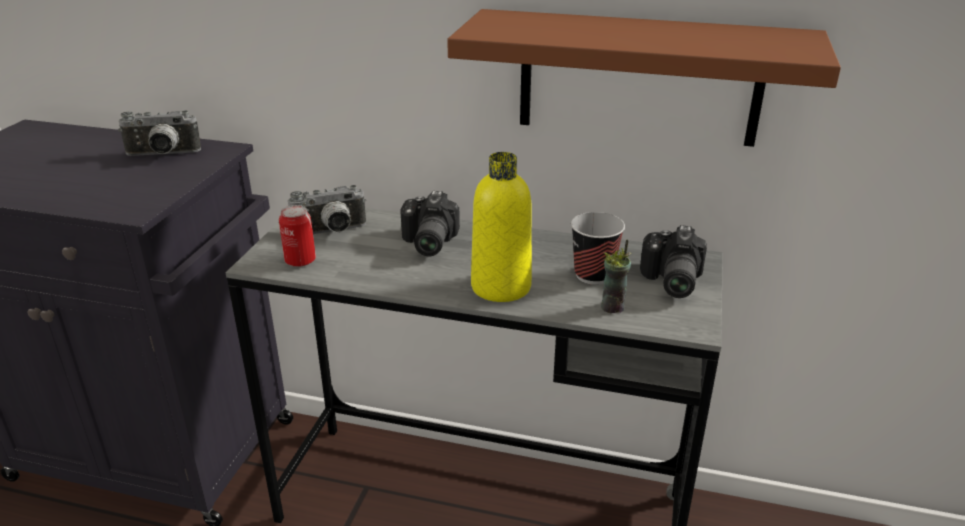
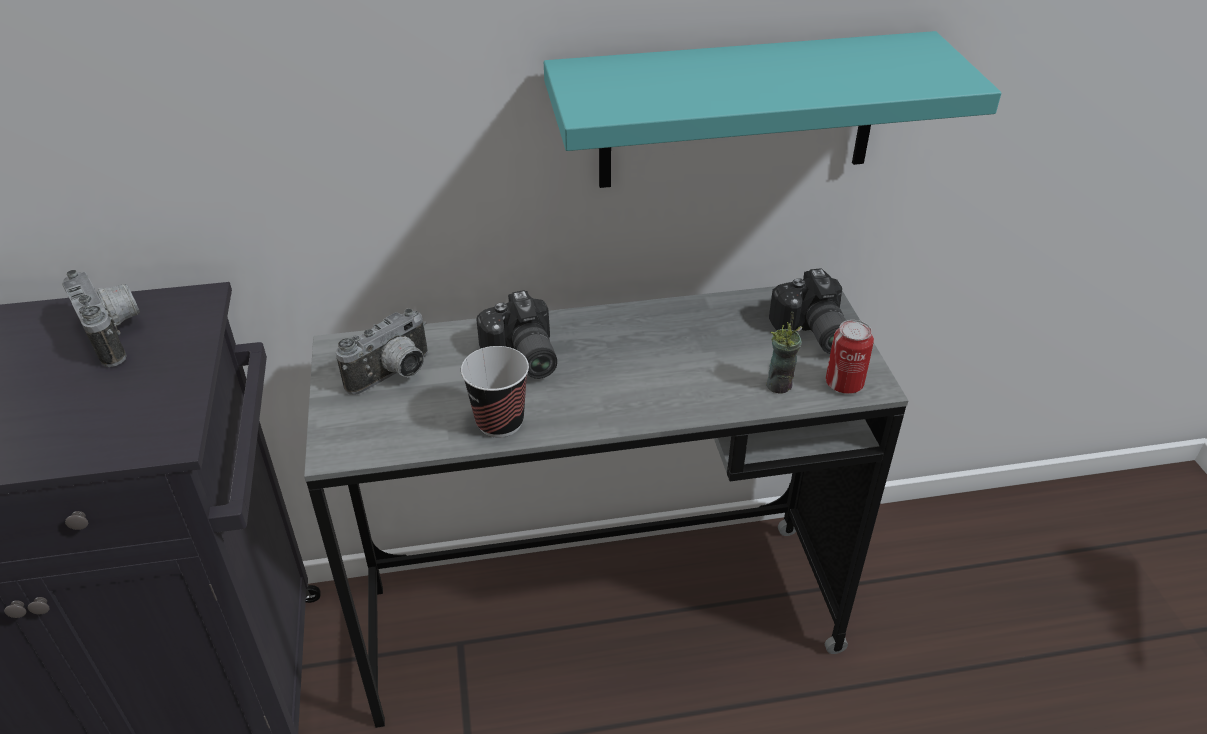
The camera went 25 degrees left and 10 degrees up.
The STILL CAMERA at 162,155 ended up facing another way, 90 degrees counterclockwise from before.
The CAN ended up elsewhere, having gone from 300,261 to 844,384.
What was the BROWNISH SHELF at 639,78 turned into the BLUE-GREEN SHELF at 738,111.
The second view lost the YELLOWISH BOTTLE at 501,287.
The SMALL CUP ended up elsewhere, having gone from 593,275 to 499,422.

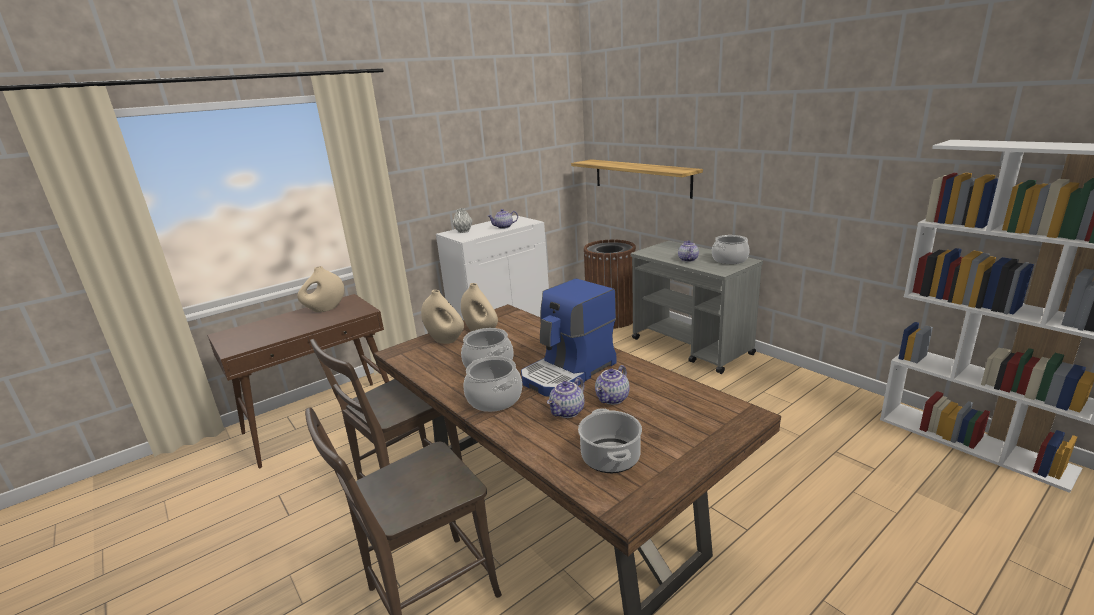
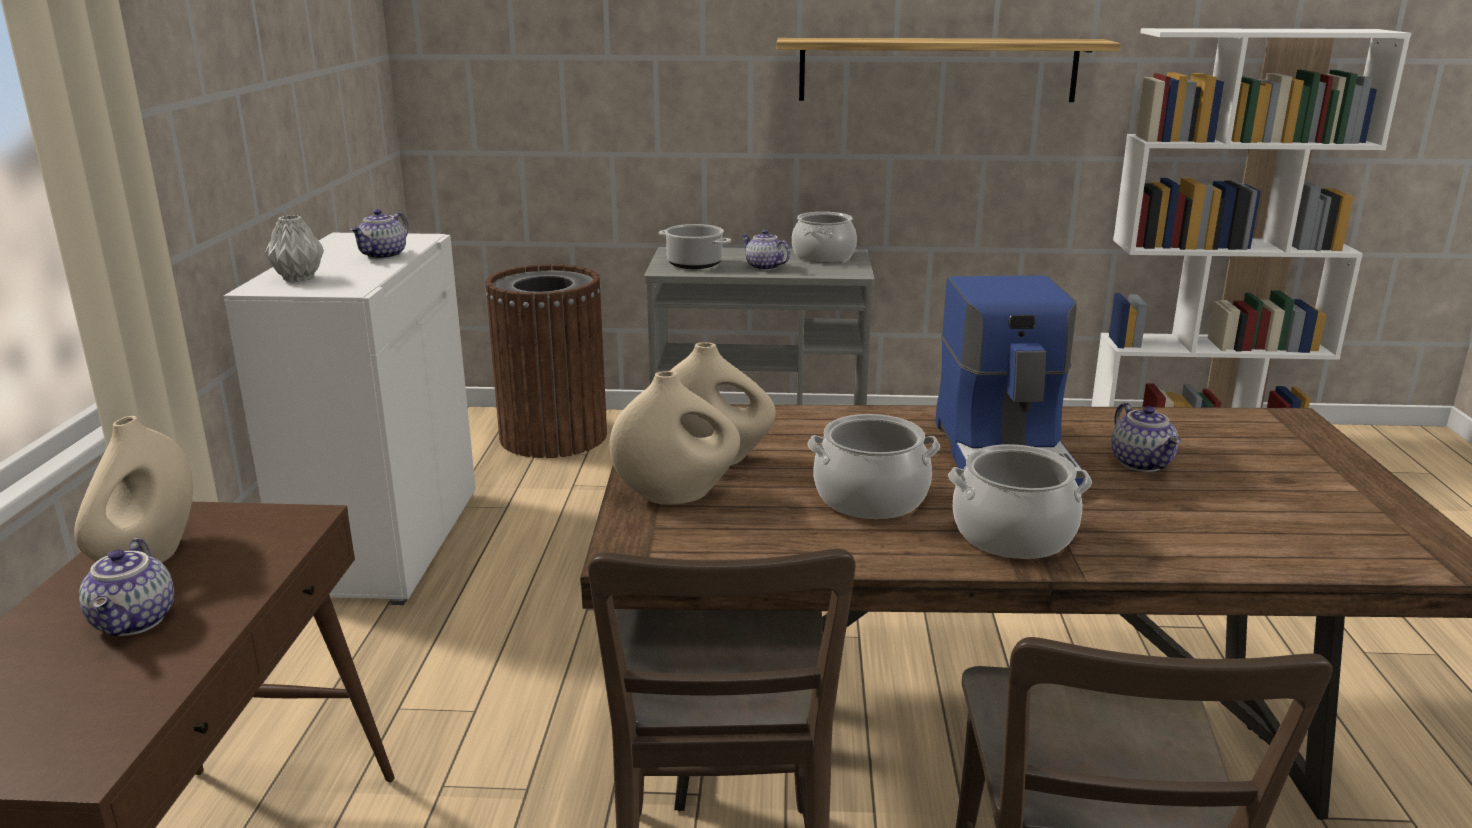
The camera went 50 degrees left and 0 degrees up.
The TEA POT ended up elsewhere, having gone from 568,412 to 136,621.
The SHELF ended up elsewhere, having gone from 641,177 to 937,70.
The COOKING POT ended up elsewhere, having gone from 610,457 to 693,264.

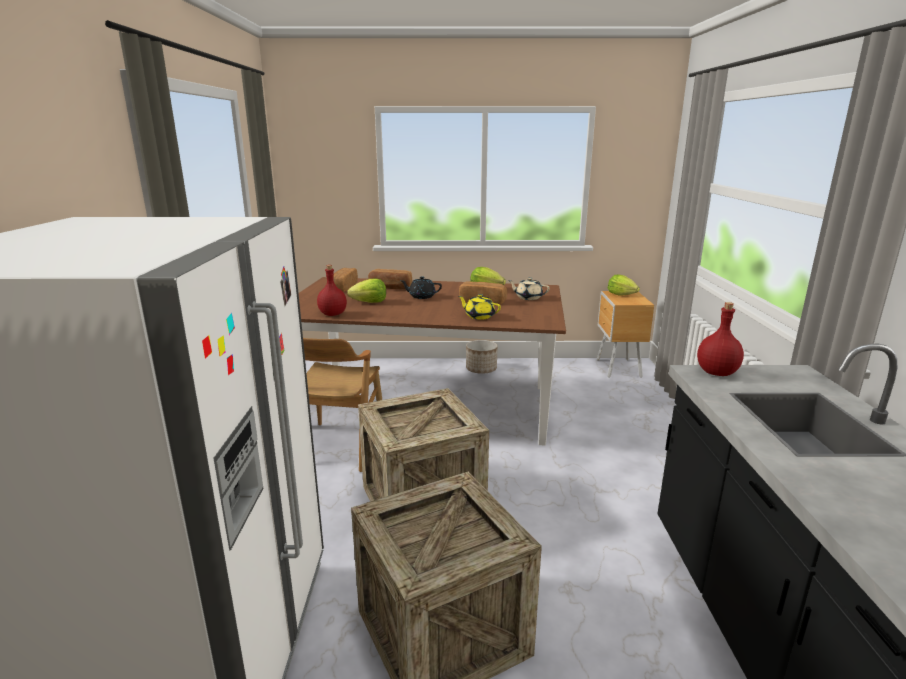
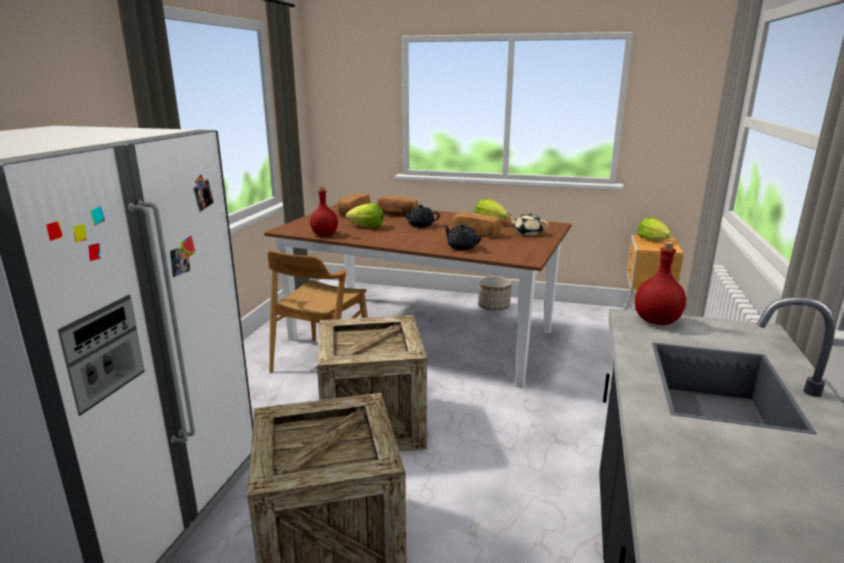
The camera went 15 degrees right and 0 degrees up.
What was the YELLOWISH TEA POT at 479,316 turned into the BLACK-COLOURED TEA POT at 461,247.

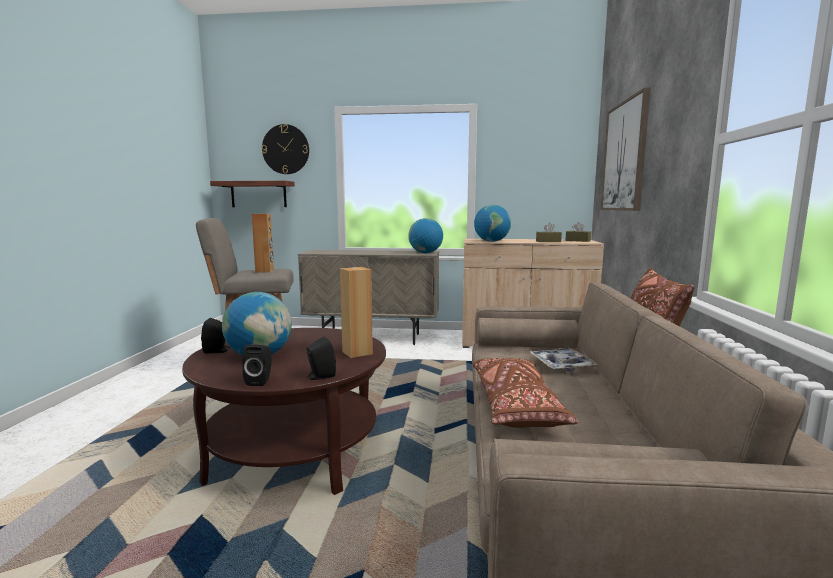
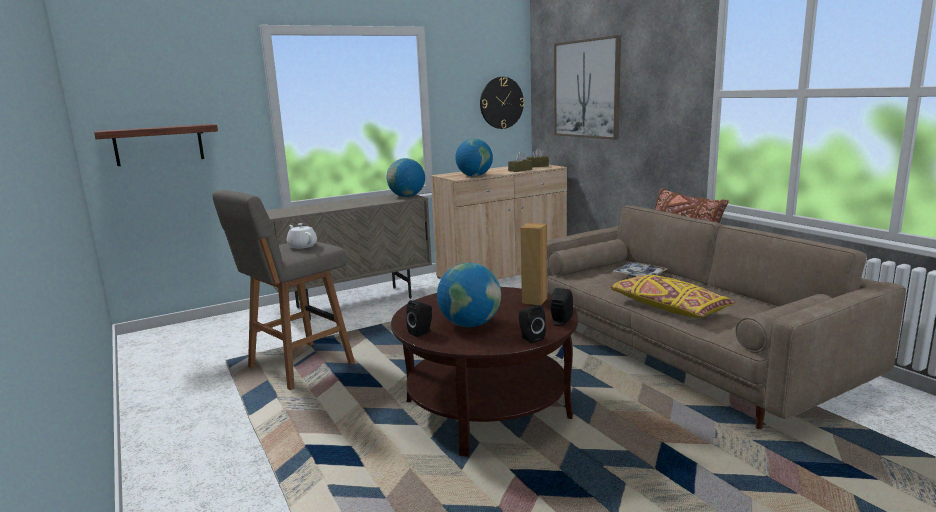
The camera went 35 degrees left and 5 degrees up.
Where the BROWNISH LOUDSPEAKER stood at 265,271, the WHITE-COLOURED TEA POT came to stand at 302,246.
The HANGING CLOCK ended up elsewhere, having gone from 285,149 to 501,103.
What was the BROWNISH THROW PILLOW at 515,405 turned into the YELLOWISH THROW PILLOW at 668,307.

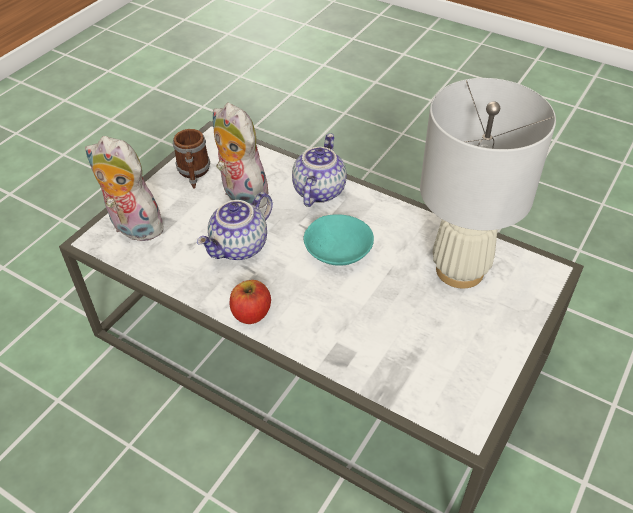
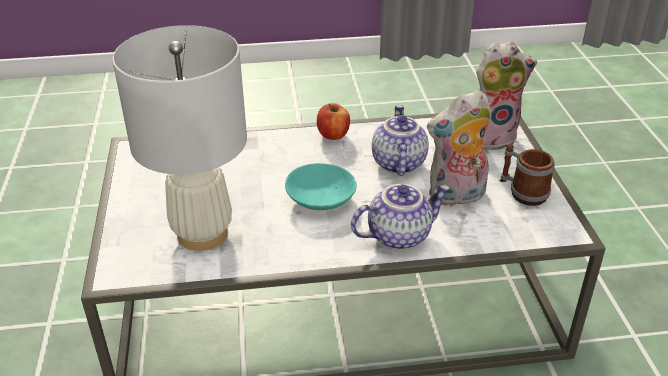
The camera went 140 degrees right and 10 degrees down.
The CUDDLY TOY at 241,195 ended up facing another way, 150 degrees clockwise from before.
The TEA POT at 318,190 ended up facing another way, 90 degrees counterclockwise from before.

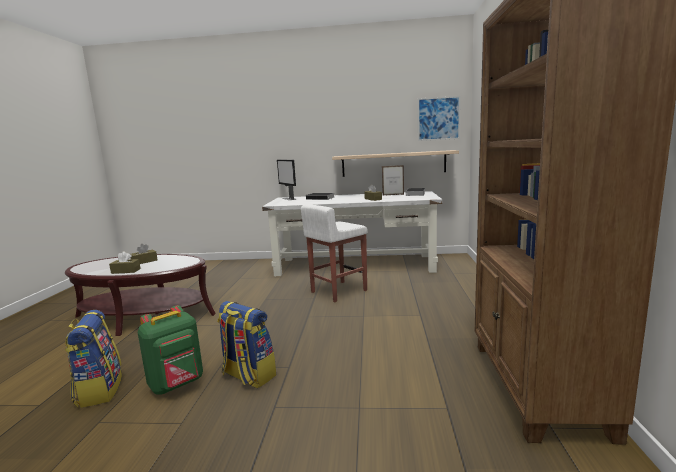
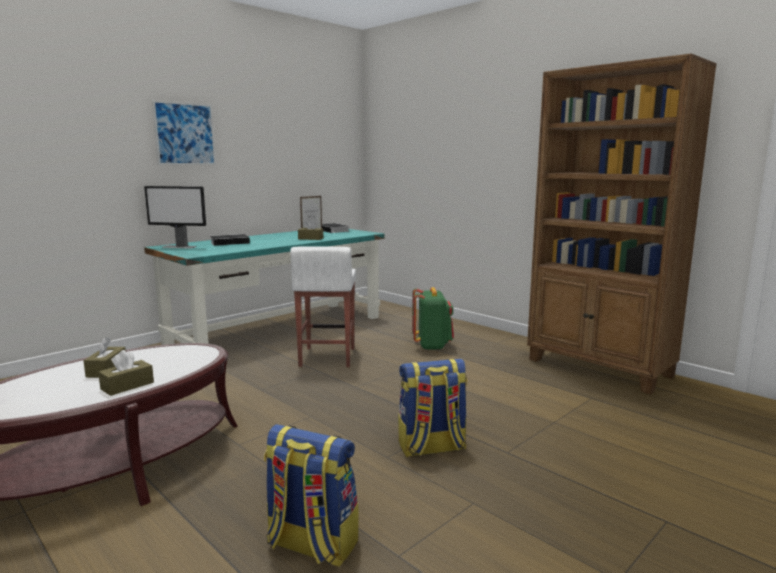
The camera went 50 degrees left and 0 degrees up.
The GREENISH RUCKSACK ended up elsewhere, having gone from 177,384 to 432,346.
What was the WHITE-COLOURED DESK TABLE at 355,265 turned into the BLUE-GREEN DESK TABLE at 279,329.
The second view lost the SHELF at 393,163.
The PICTURE ended up elsewhere, having gone from 438,118 to 185,134.

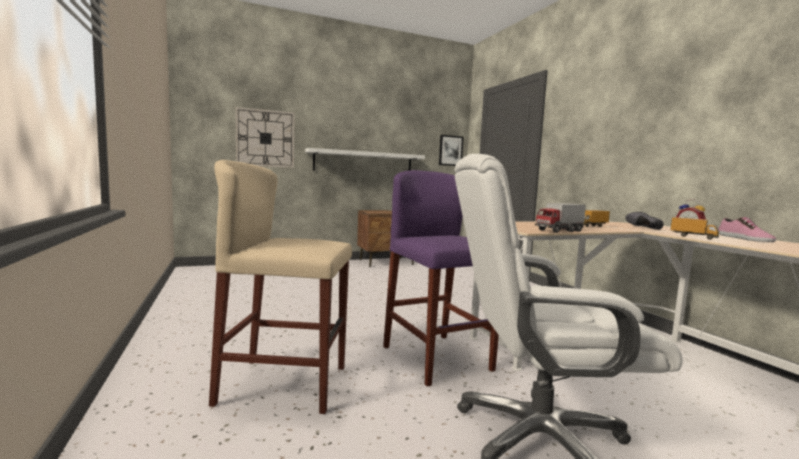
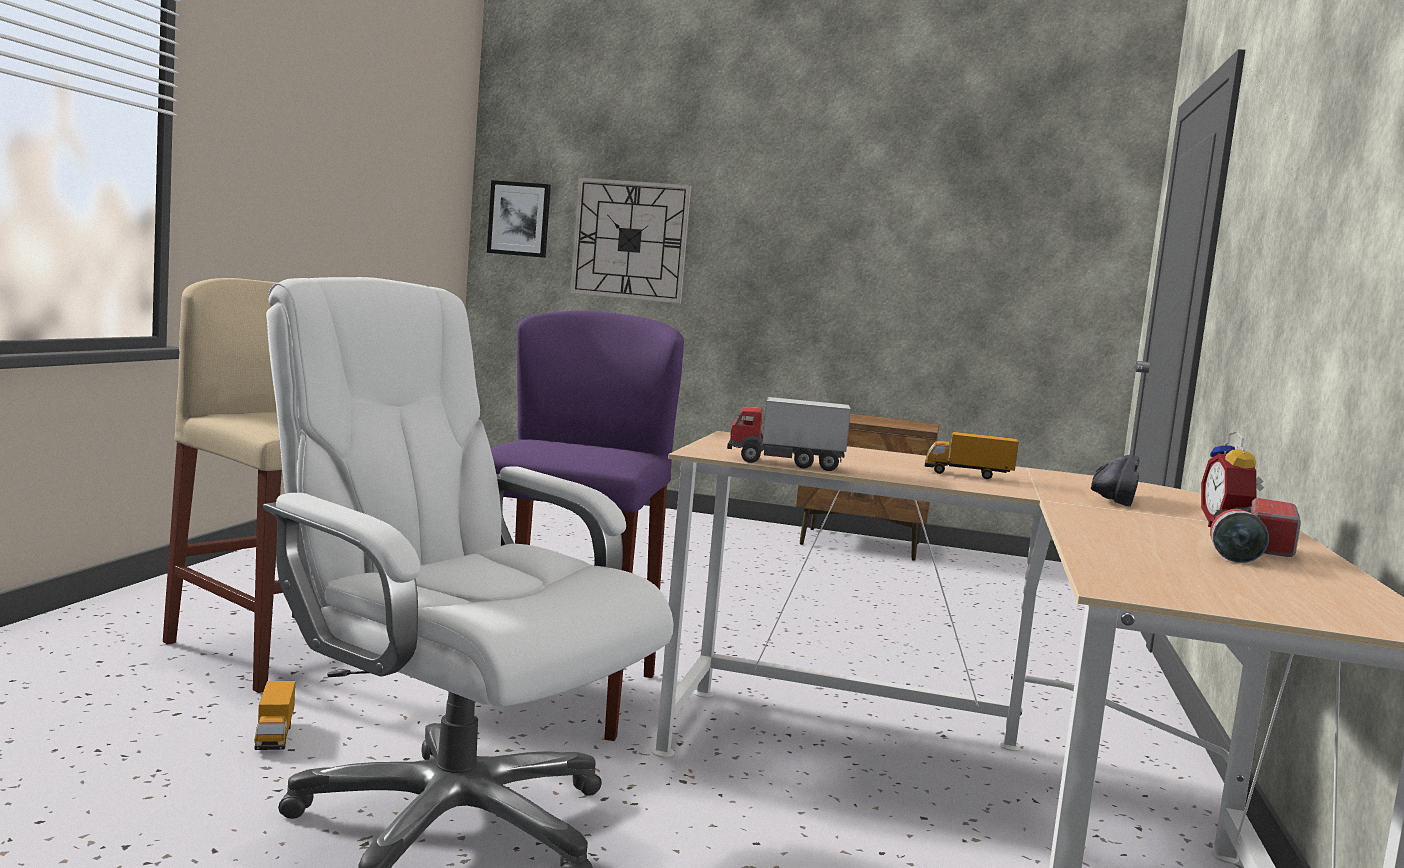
The camera went 35 degrees right and 0 degrees up.
The second view lost the WHITE-COLOURED SHELF at 364,162.
The PICTURE ended up elsewhere, having gone from 450,150 to 519,219.
The MODEL TRUCK ended up elsewhere, having gone from 693,237 to 274,736.
Where the ITEM OF FOOTWEAR stood at 744,238, the FLASHLIGHT came to stand at 1248,552.

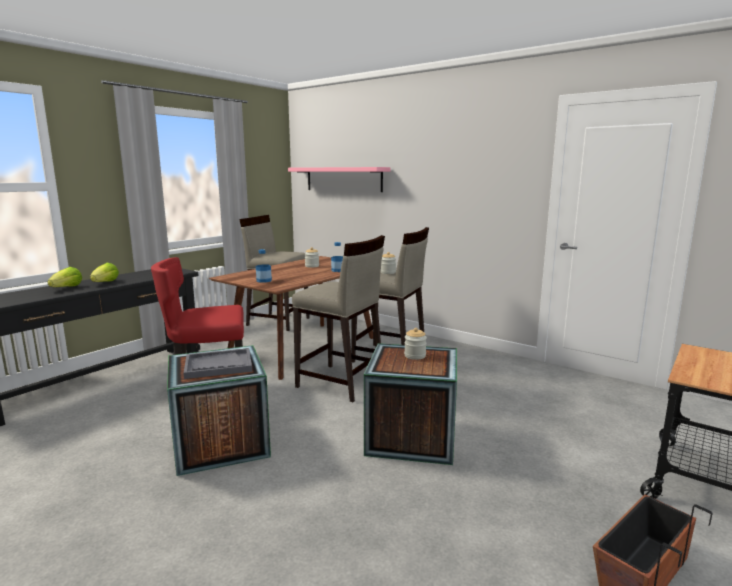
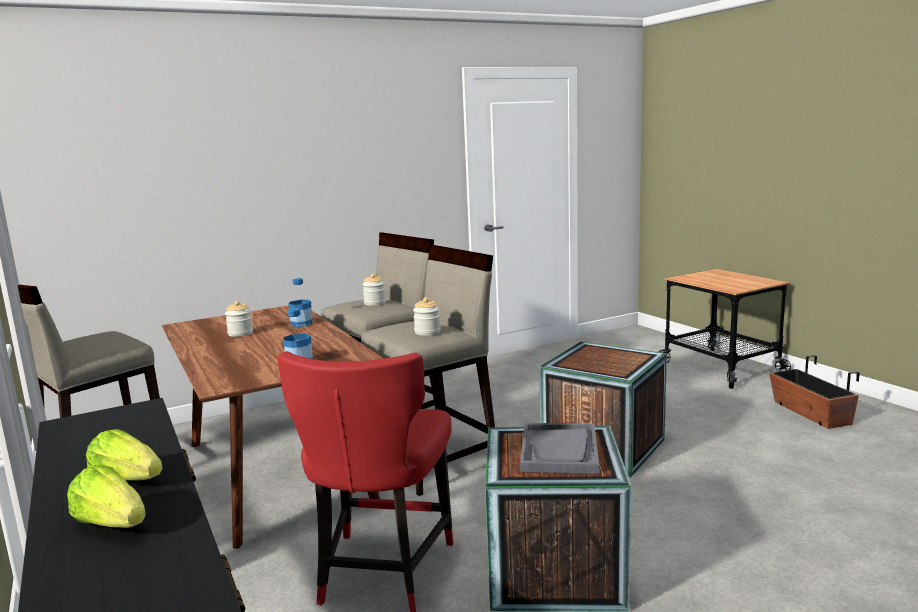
The camera went 65 degrees left and 0 degrees up.
The second view lost the PINK-COLOURED SHELF at 343,179.
The JAR ended up elsewhere, having gone from 415,356 to 427,332.

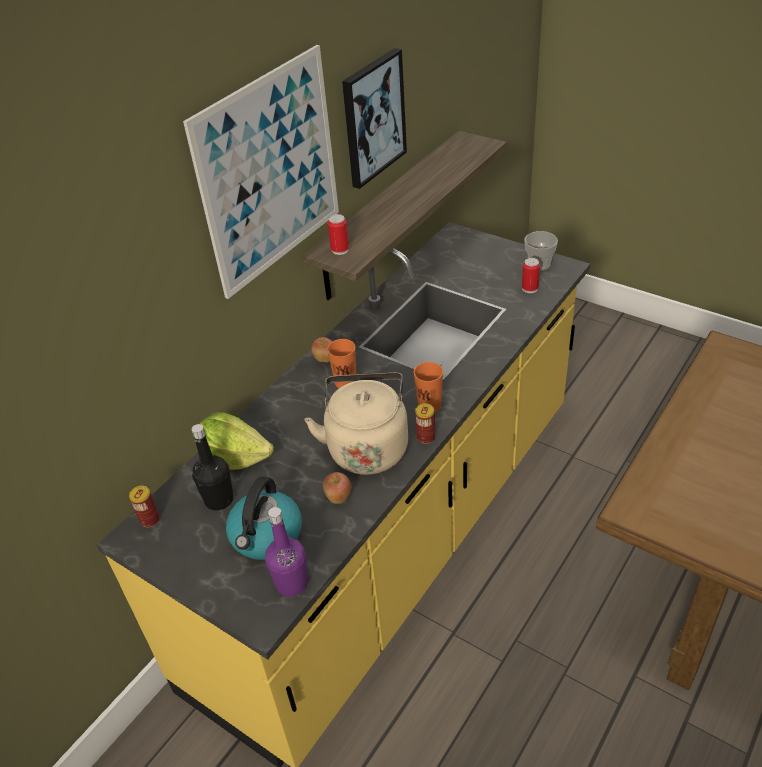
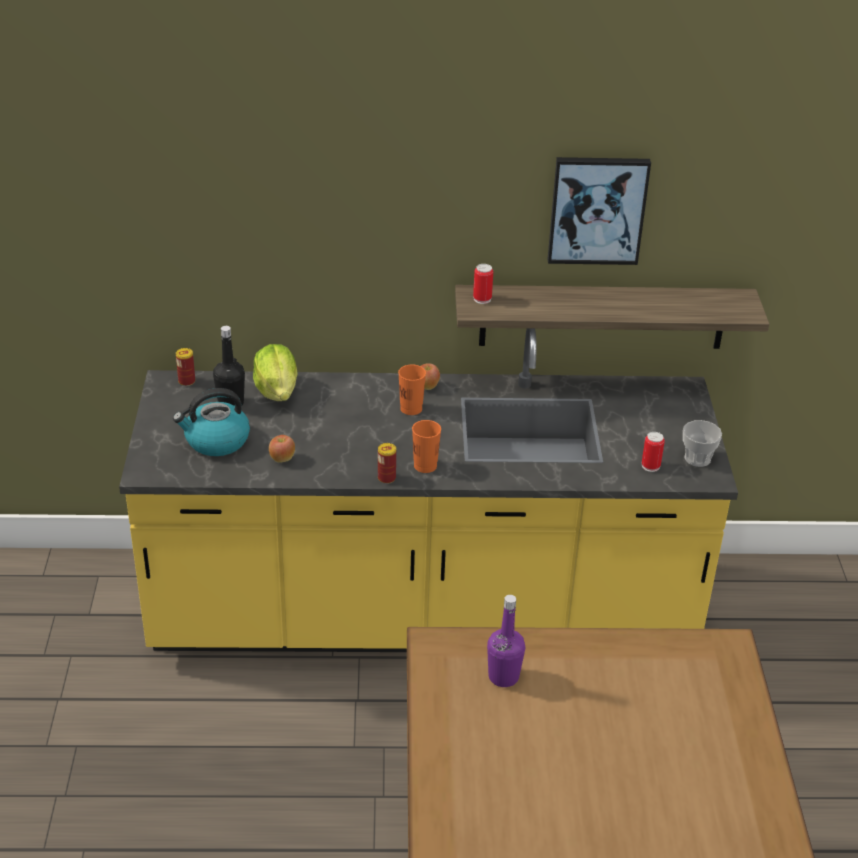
The camera went 50 degrees right and 5 degrees down.
The second view lost the PICTURE at 270,172.
The PURPLE BOTTLE ended up elsewhere, having gone from 291,583 to 503,676.
The second view lost the BEIGE-COLOURED KETTLE at 367,446.

